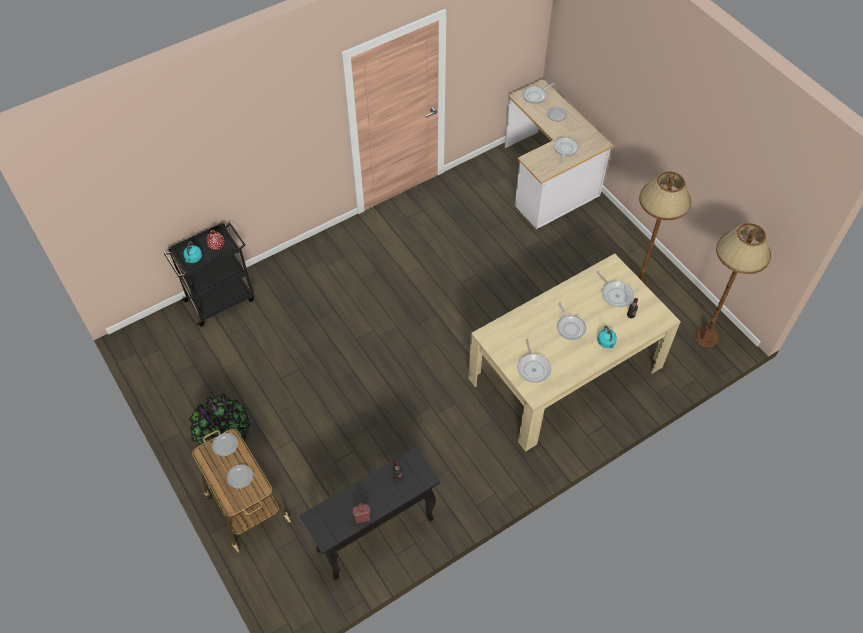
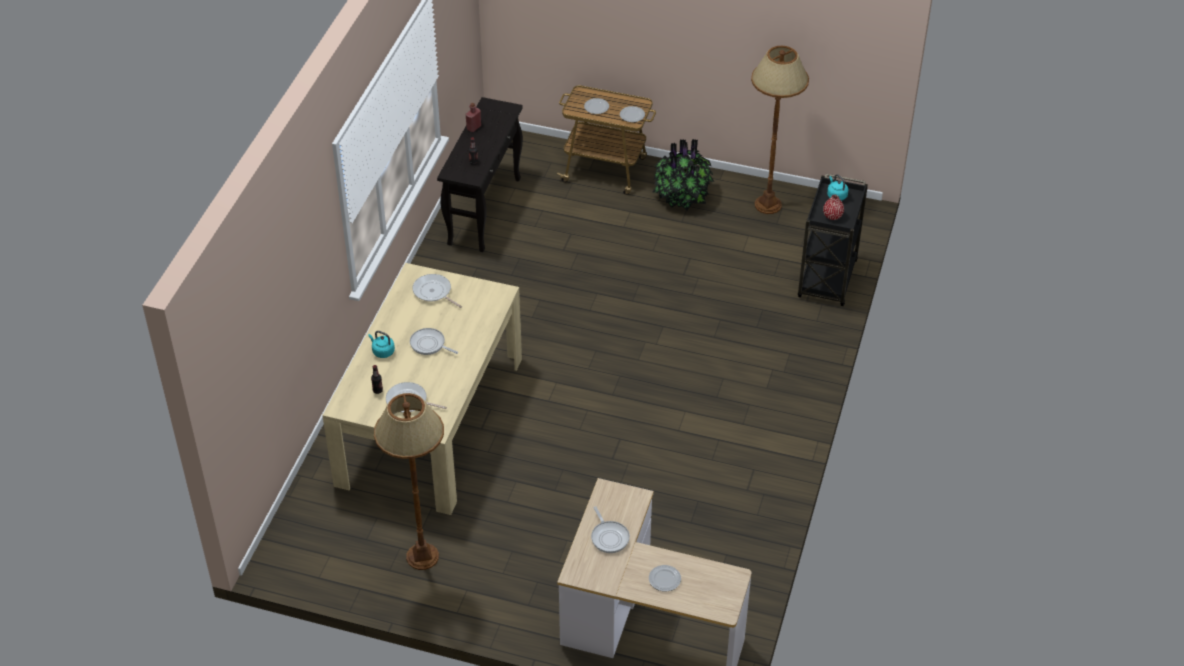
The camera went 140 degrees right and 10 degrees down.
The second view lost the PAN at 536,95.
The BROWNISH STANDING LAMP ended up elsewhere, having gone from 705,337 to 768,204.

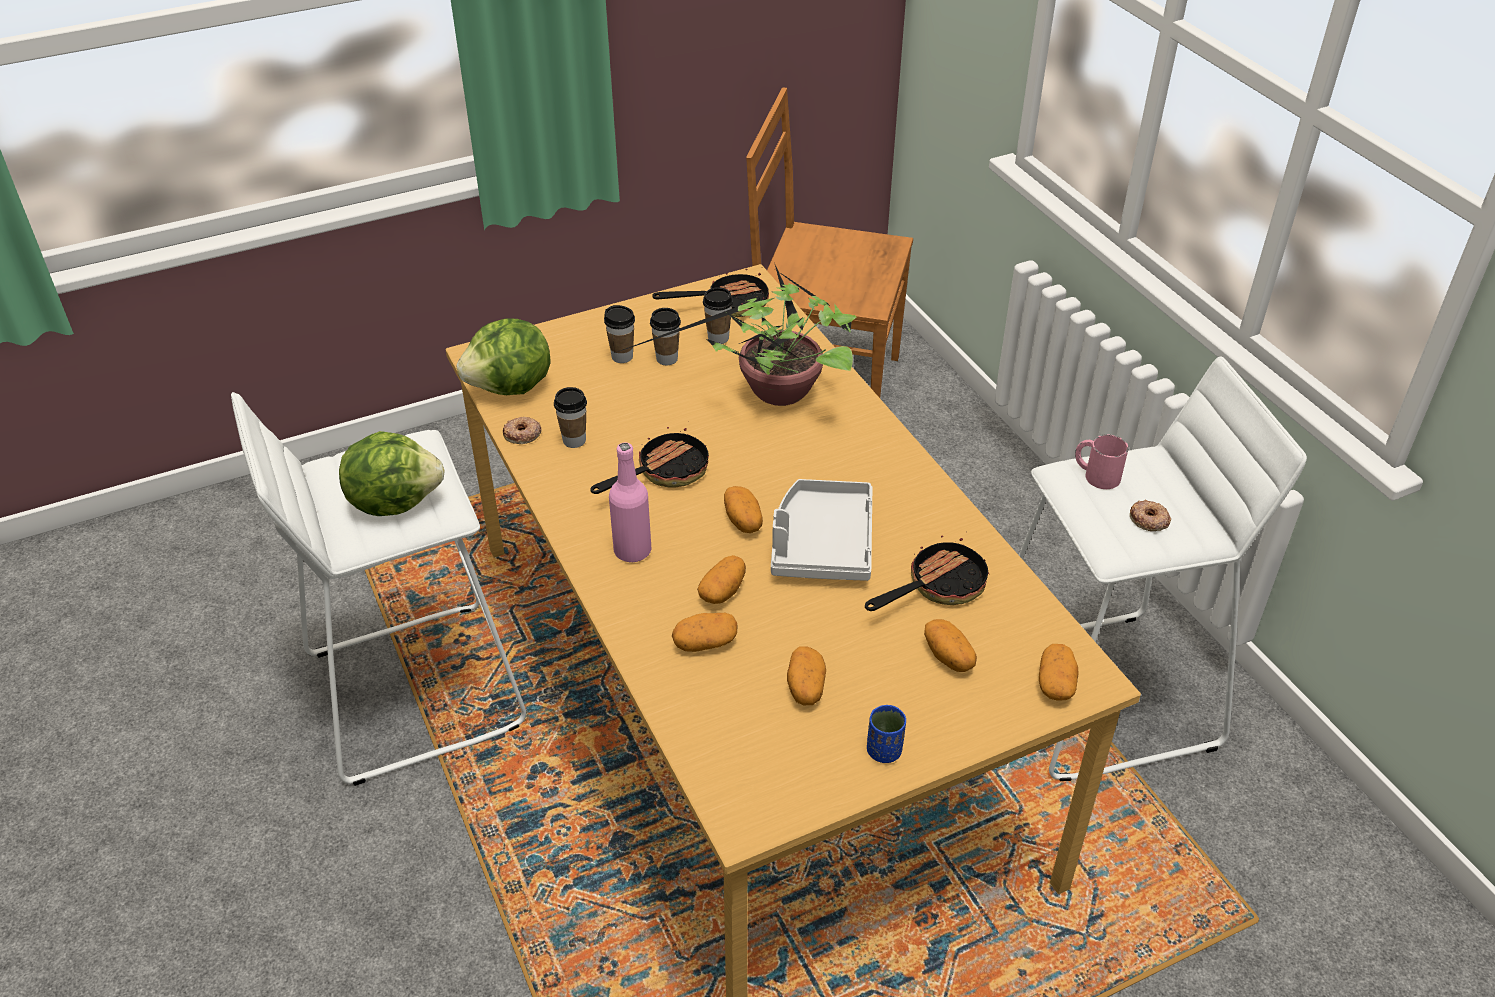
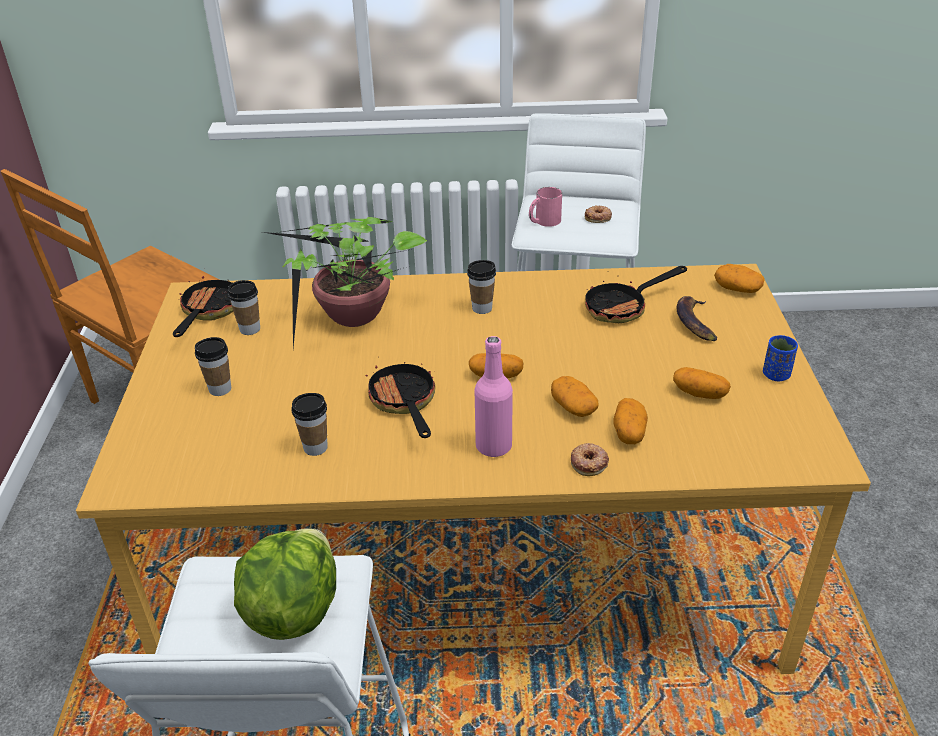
The camera went 65 degrees left and 5 degrees down.
The second view lost the HEAD OF LETTUCE at 511,388.
The RING DOUGHNUT ended up elsewhere, having gone from 522,434 to 589,462.
The SMALL CUP ended up elsewhere, having gone from 667,359 to 482,308.
The second view lost the GREYISH CARRYING TRAY at 822,544.
The PAN at 937,586 ended up facing another way, 105 degrees counterclockwise from before.
Where the WHOLE POTATO stood at 948,656, the WHOLE BANANA came to stand at 694,322.

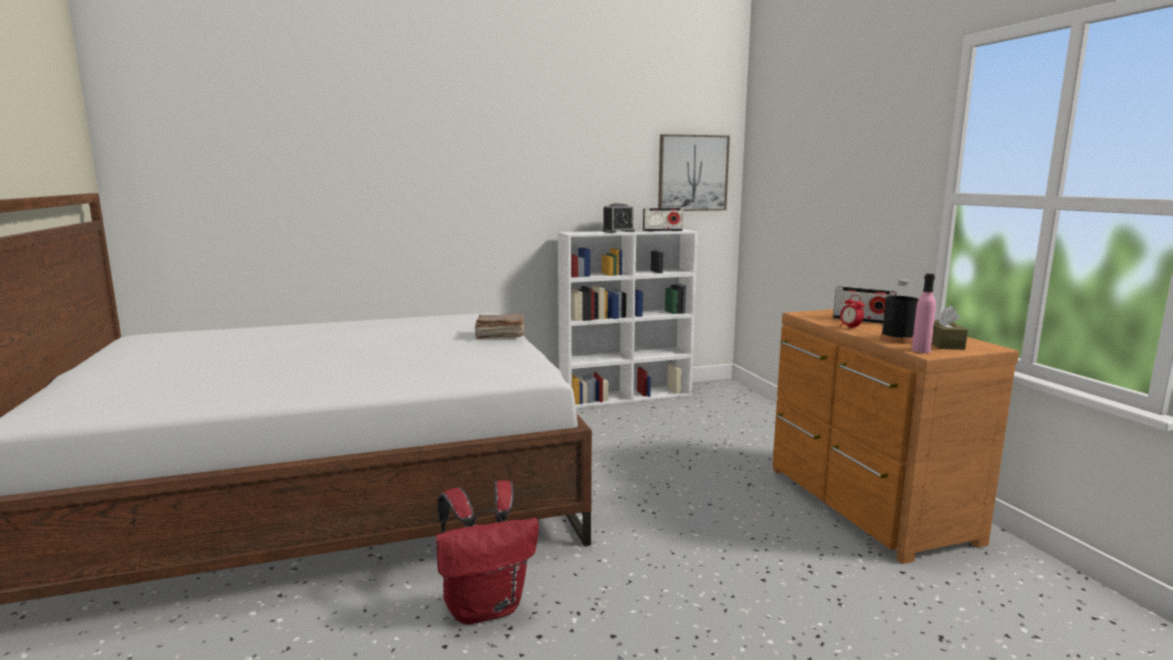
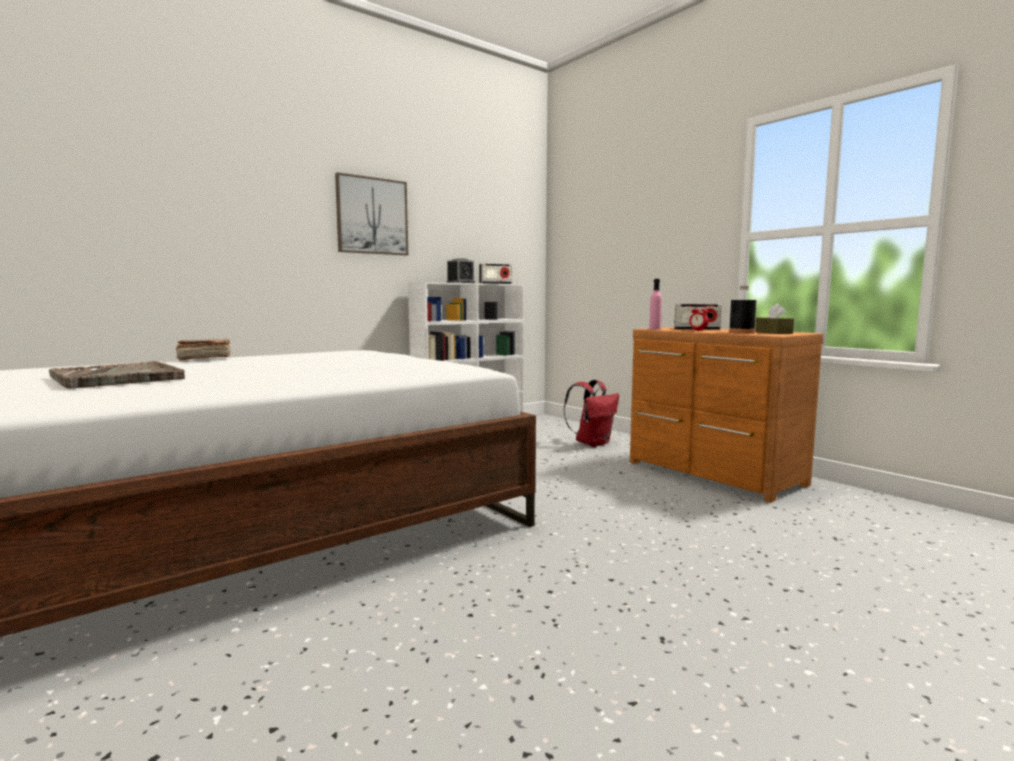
The camera went 20 degrees left and 5 degrees down.
The REDDISH RUCKSACK ended up elsewhere, having gone from 486,607 to 592,443.
The BROWNISH BOUND BOOK ended up elsewhere, having gone from 499,335 to 204,358.
The PICTURE ended up elsewhere, having gone from 692,173 to 372,216.
The PINK-COLOURED BOTTLE ended up elsewhere, having gone from 921,350 to 655,329.
The second view gained the GREYISH CARRYING TRAY at 116,378.

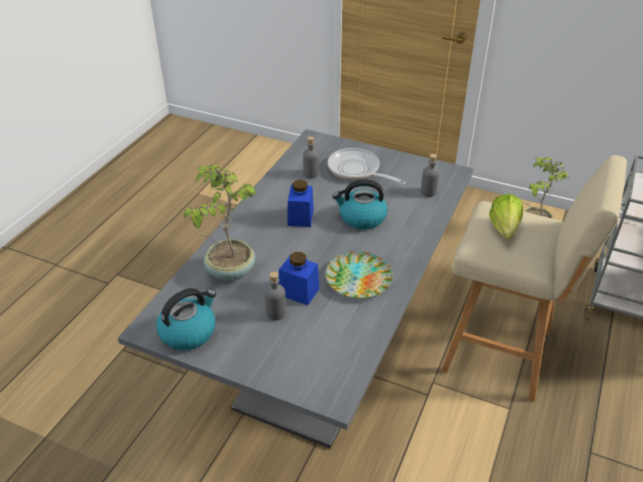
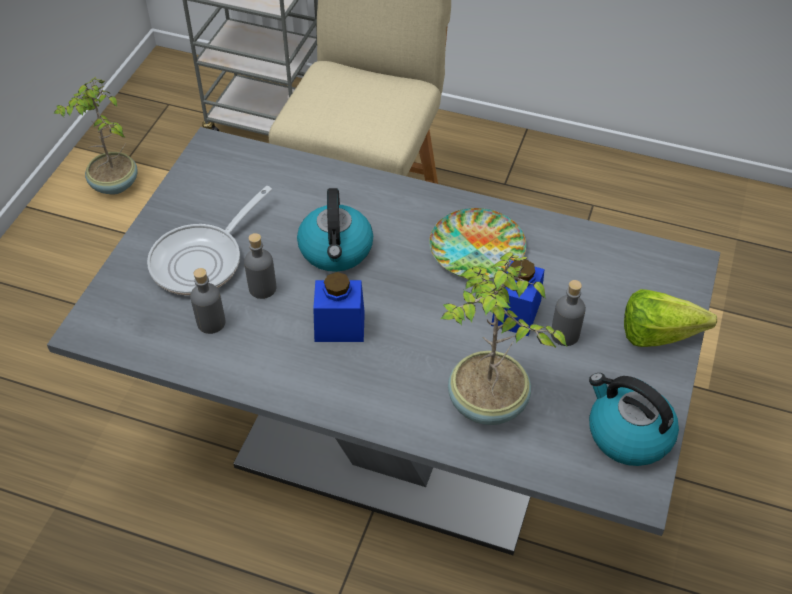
The camera went 95 degrees left and 10 degrees up.
The GREYISH BOTTLE ended up elsewhere, having gone from 428,192 to 262,288.
The HEAD OF LETTUCE ended up elsewhere, having gone from 503,232 to 665,336.

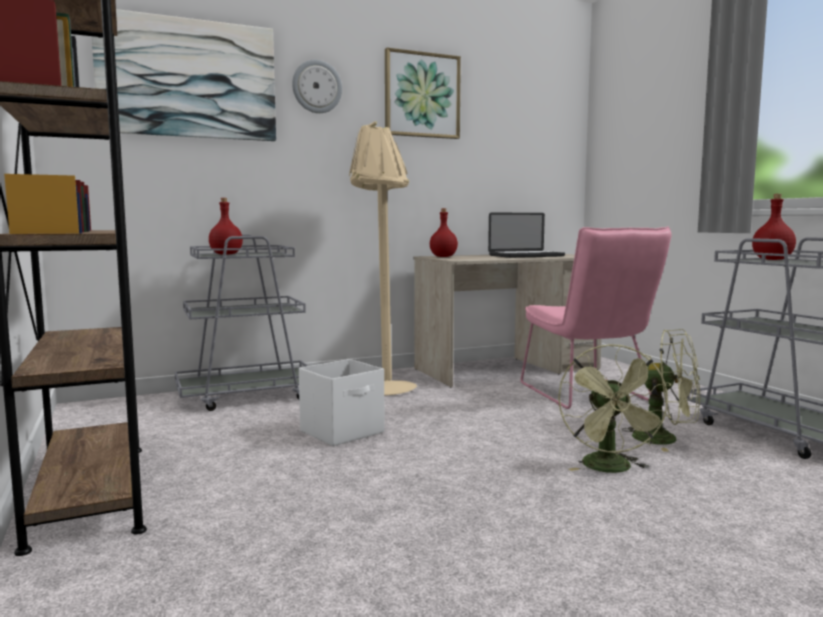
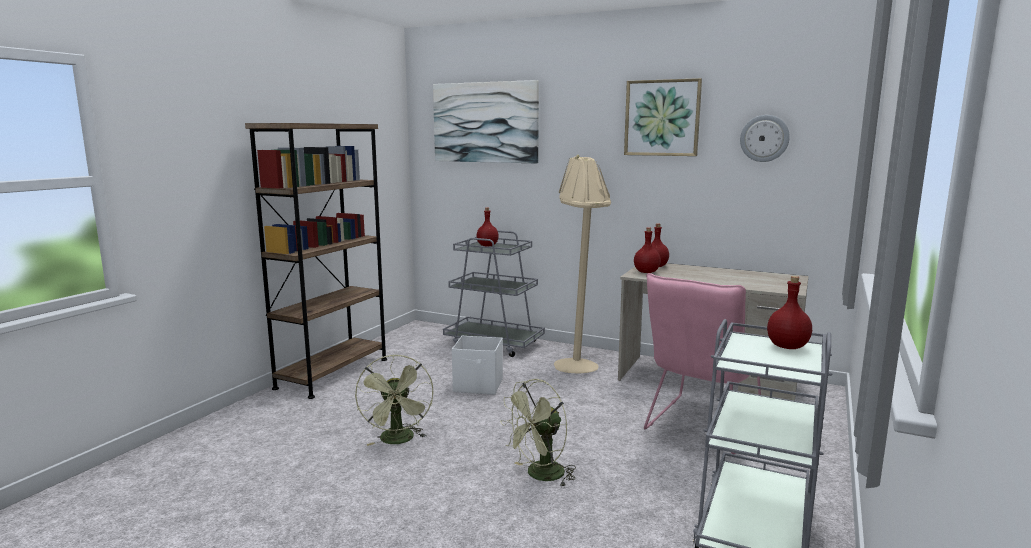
The camera went 50 degrees right and 5 degrees up.
The HANGING CLOCK ended up elsewhere, having gone from 317,87 to 764,138.
The second view lost the NOTEBOOK COMPUTER at 526,256.
The GREENISH COOLING FAN ended up elsewhere, having gone from 665,439 to 398,441.
The second view gained the REDDISH BOTTLE at 647,272.

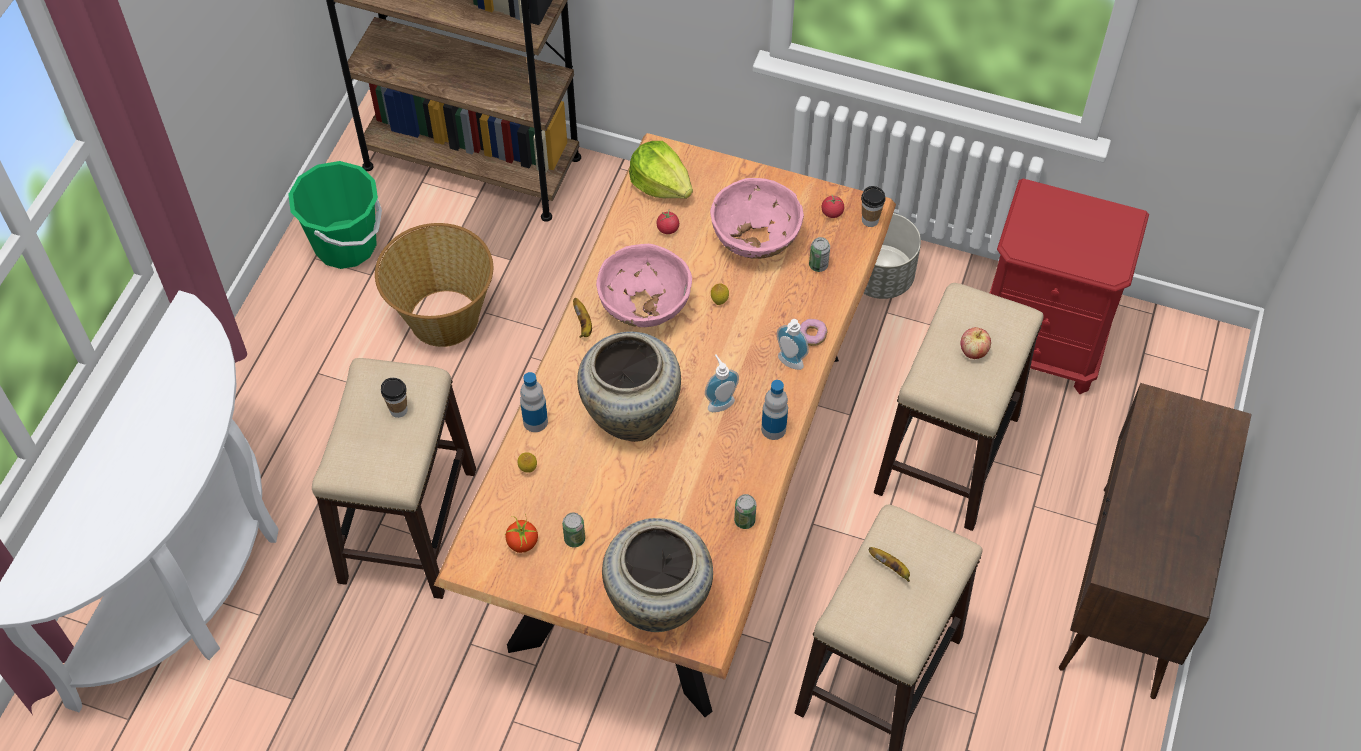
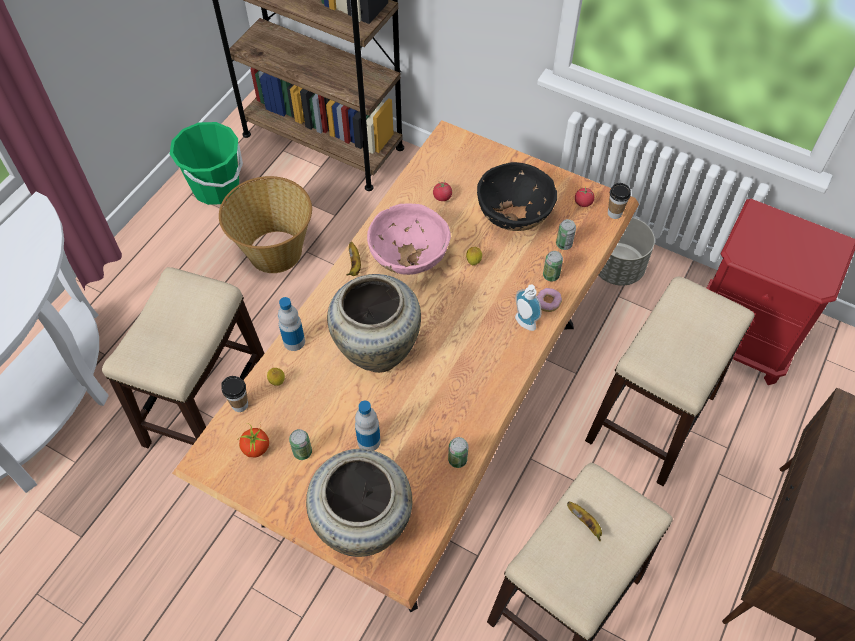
The camera went 10 degrees right and 0 degrees up.
The SMALL CUP ended up elsewhere, having gone from 398,410 to 240,404.
The second view lost the HEAD OF LETTUCE at 661,184.
The second view lost the SOAP BOTTLE at 719,402.
What was the PINK-COLOURED SERVING BOWL at 755,240 turned into the BLACK-COLOURED SERVING BOWL at 514,216.
The BOTTLE ended up elsewhere, having gone from 773,429 to 369,441.
The second view lost the WHOLE APPLE at 973,351.
The second view gained the CAN at 551,275.

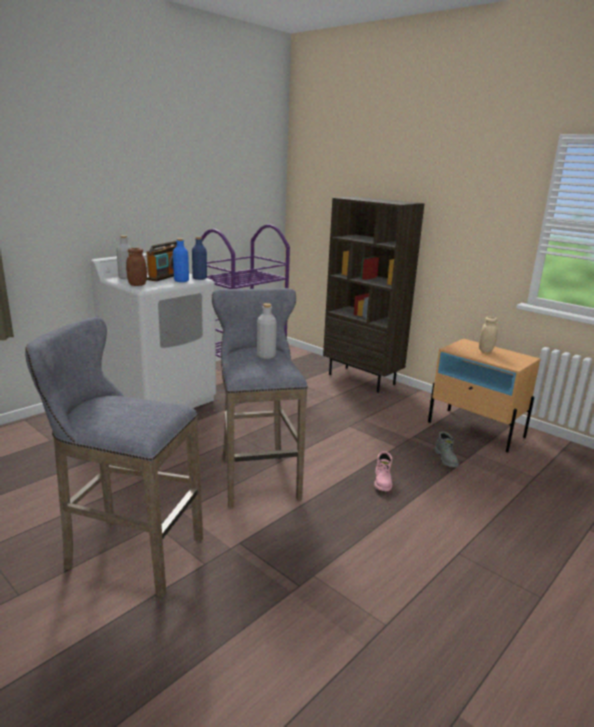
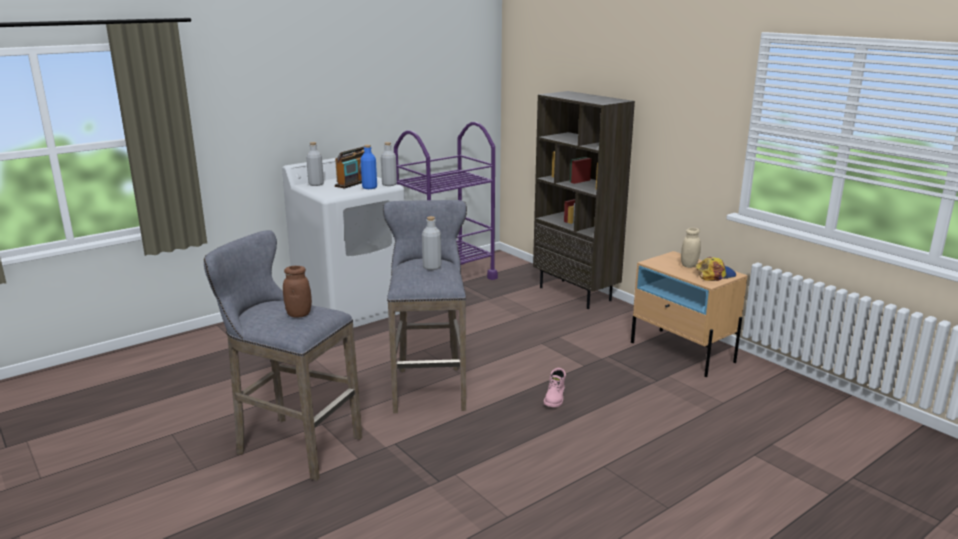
The camera went 10 degrees right and 0 degrees up.
The BROWNISH JAR ended up elsewhere, having gone from 137,284 to 299,314.
What was the BLUE BOTTLE at 199,278 turned into the GREYISH BOTTLE at 389,184.
The second view lost the GREYISH BOOT at 446,459.
The second view gained the CAP at 715,274.

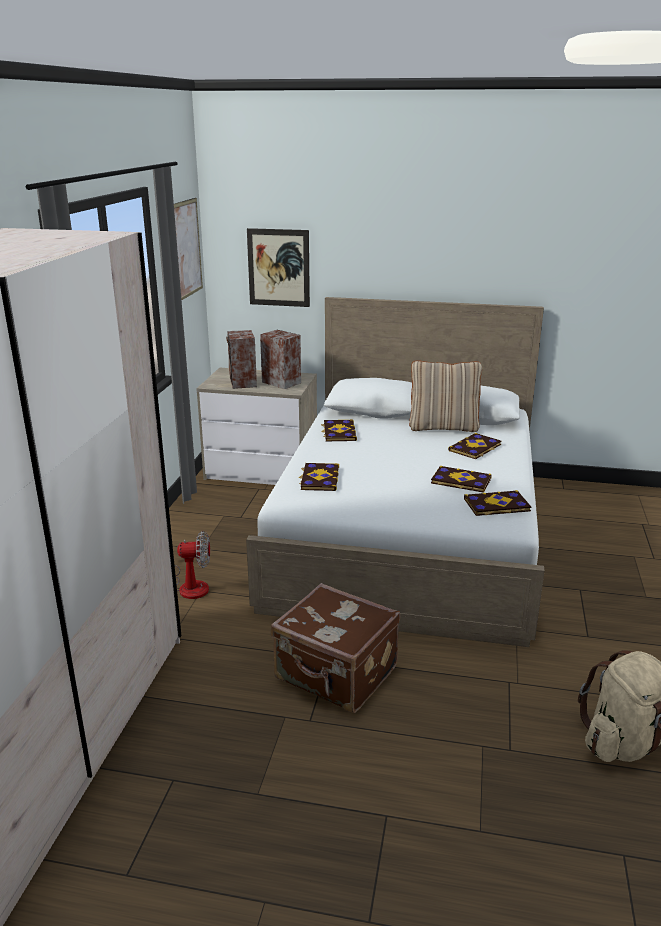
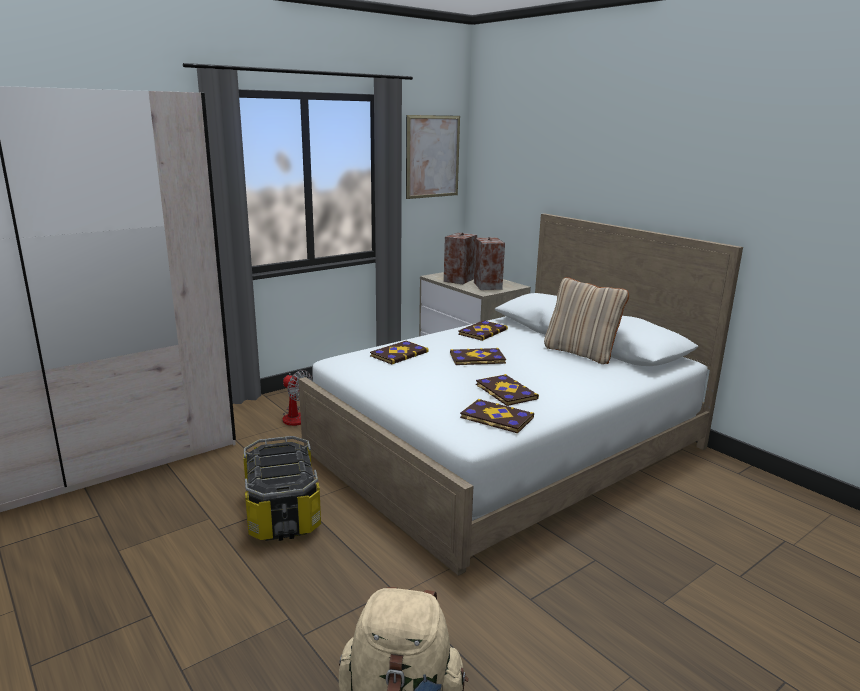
The camera went 40 degrees right and 5 degrees down.
The second view lost the PICTURE at 278,268.
Where the BROWNISH SUITCASE stood at 336,675, the STORAGE BIN came to stand at 283,511.
The BOUND BOOK ended up elsewhere, having gone from 475,448 to 477,359.

